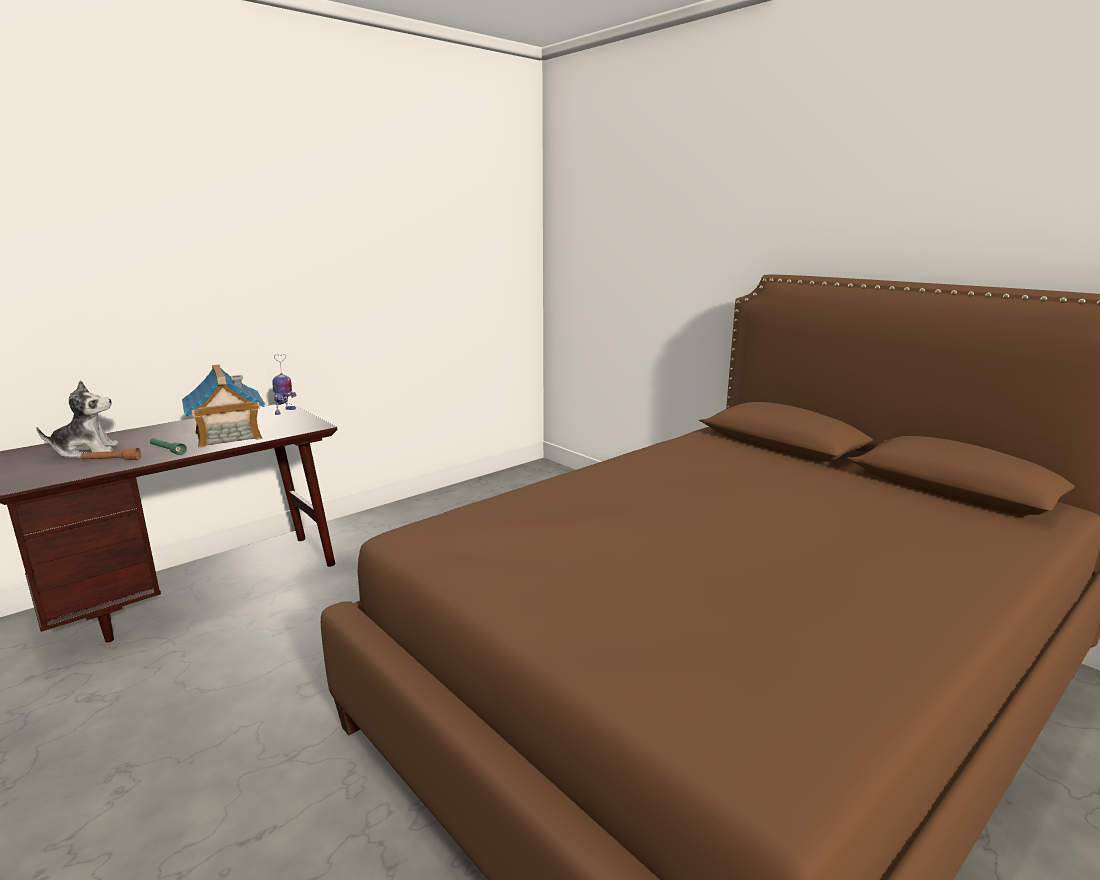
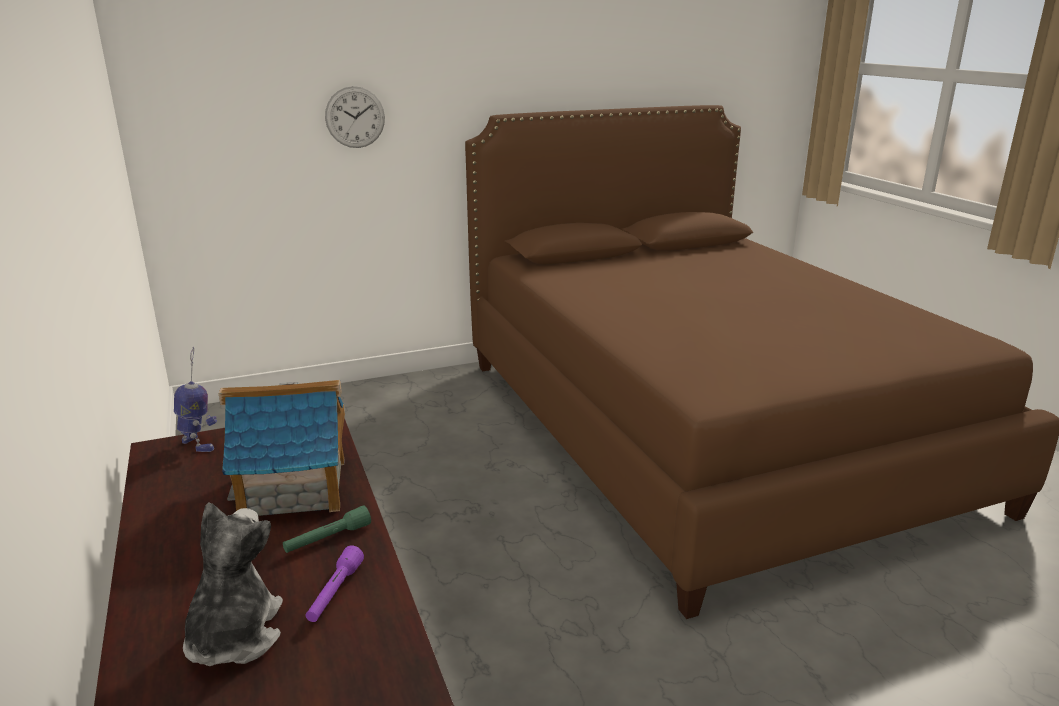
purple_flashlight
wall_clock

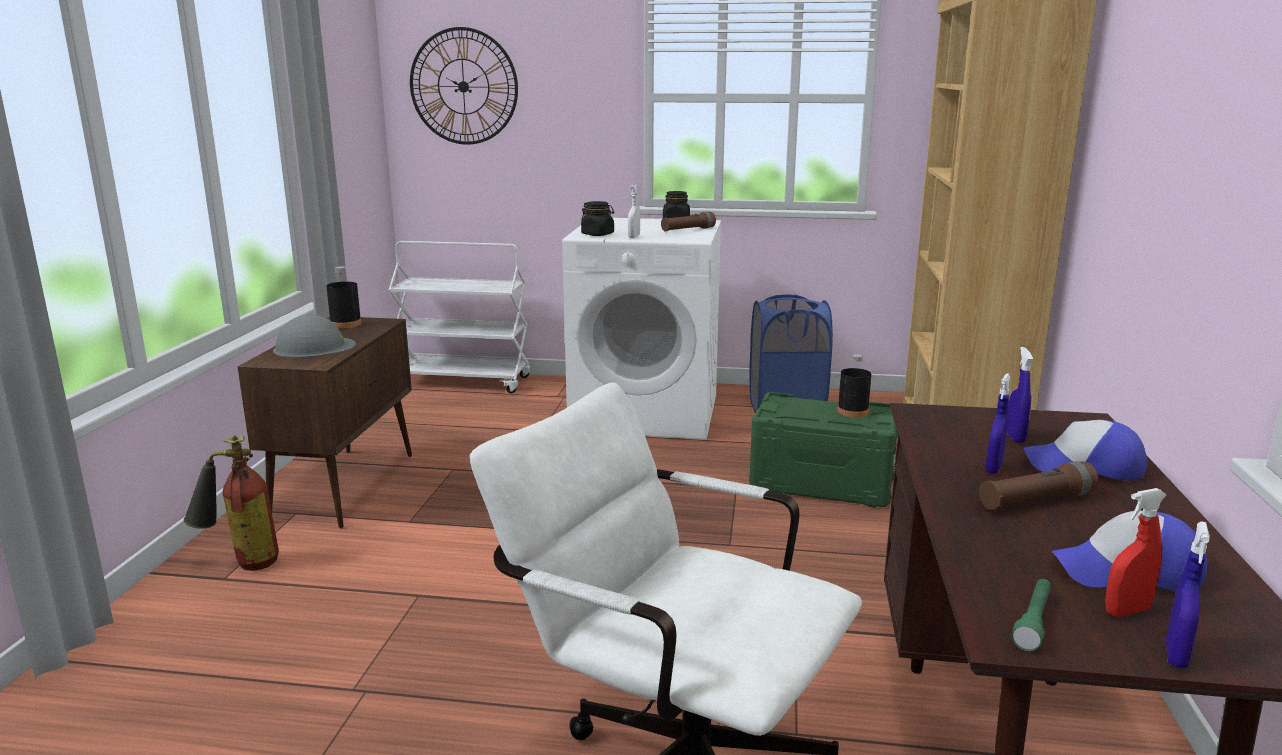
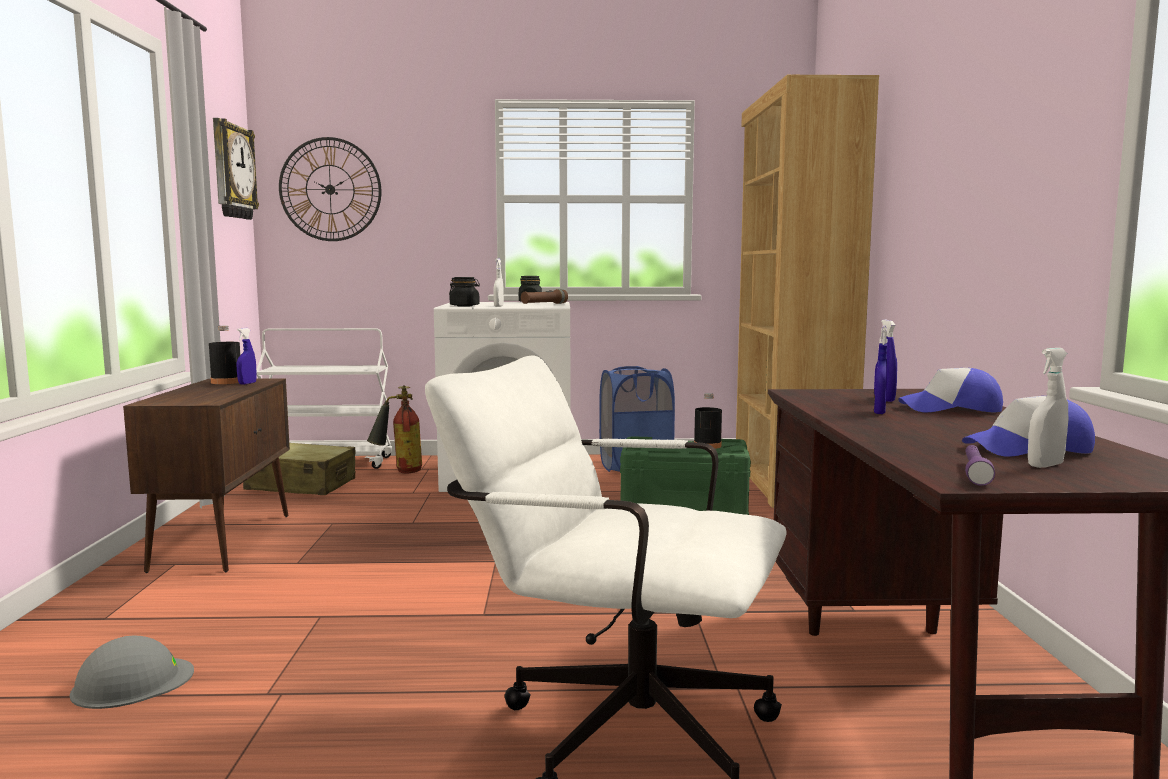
fire_extinguisher
grey_hard_hat
brown_flashlight (2nd from left in the first image)
purple_flashlight
white_spray_bottle (2nd from left)
blue_spray_bottle (1st from left)
wall_clock (1st from left)
beige_suitcase

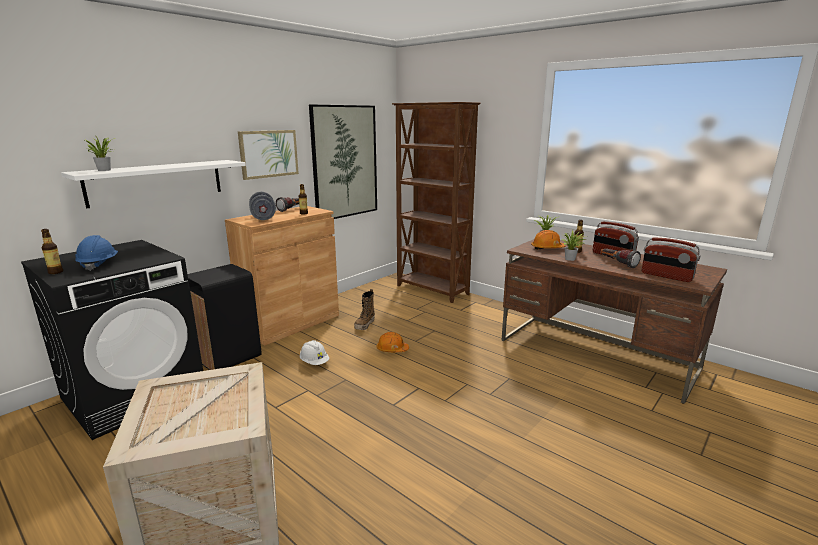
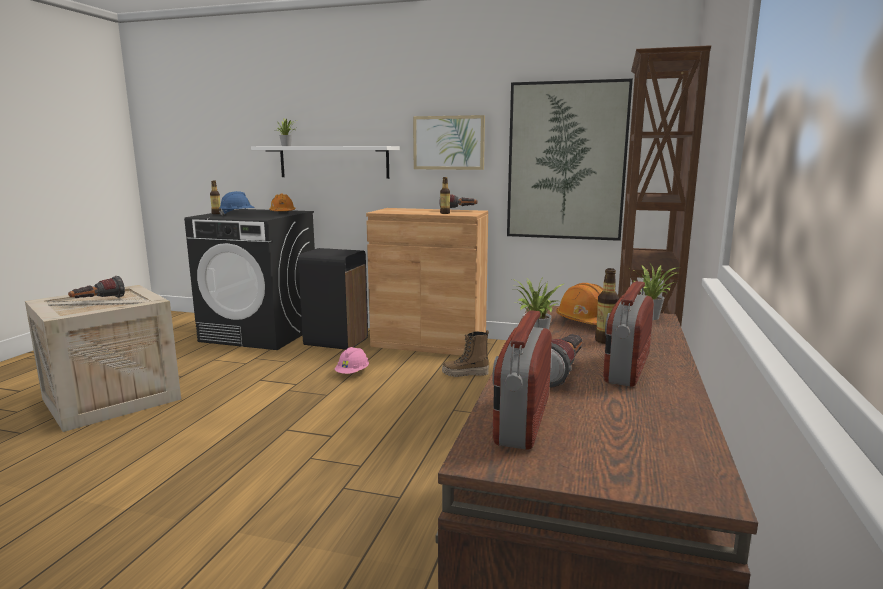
grey_dumbbell
pink_hard_hat
orange_hard_hat (1st from left)
flashlight (1st from left)

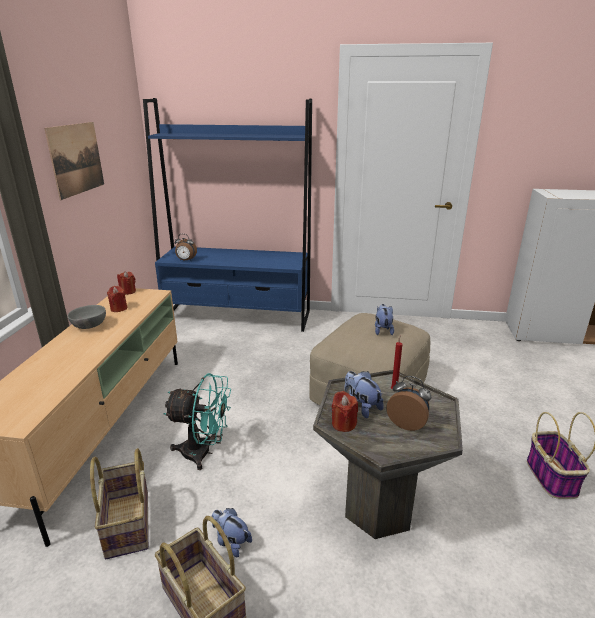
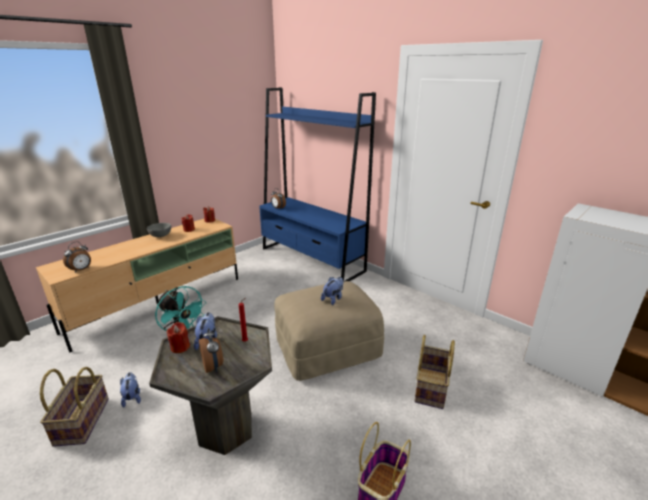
picture
basket (3rd from left)
alarm_clock (1st from left)

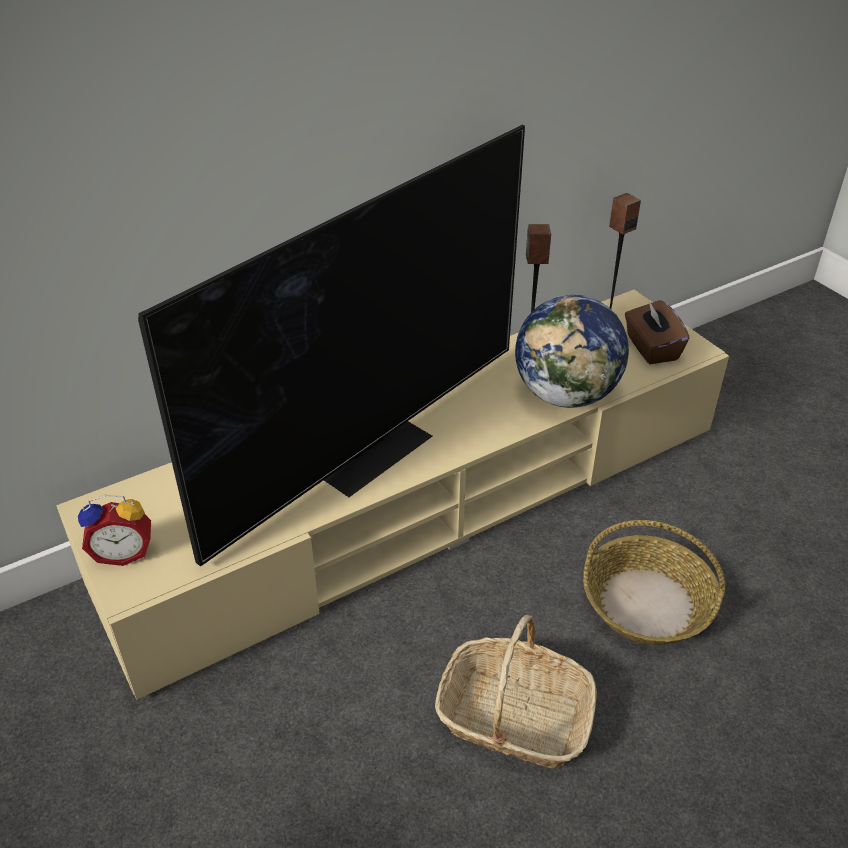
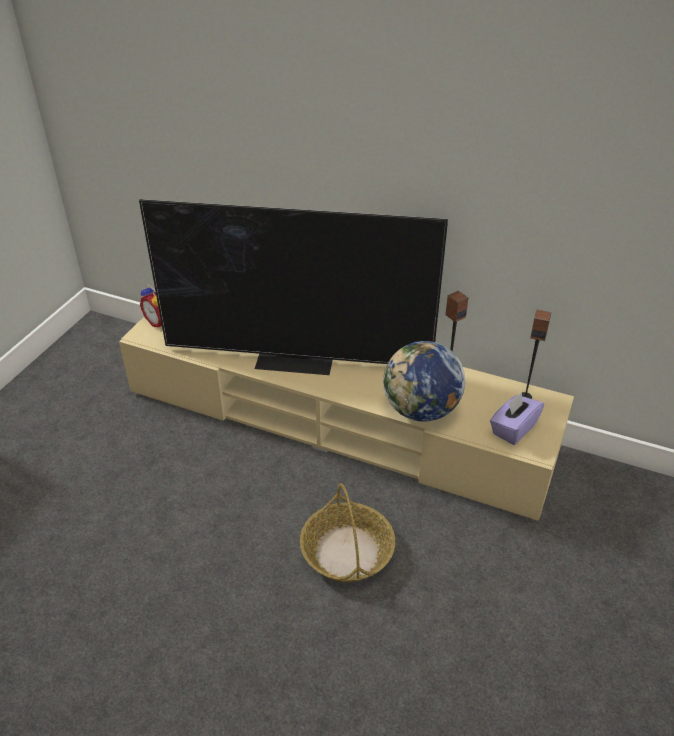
basket (1st from left in the first image)
purple_tissue_box

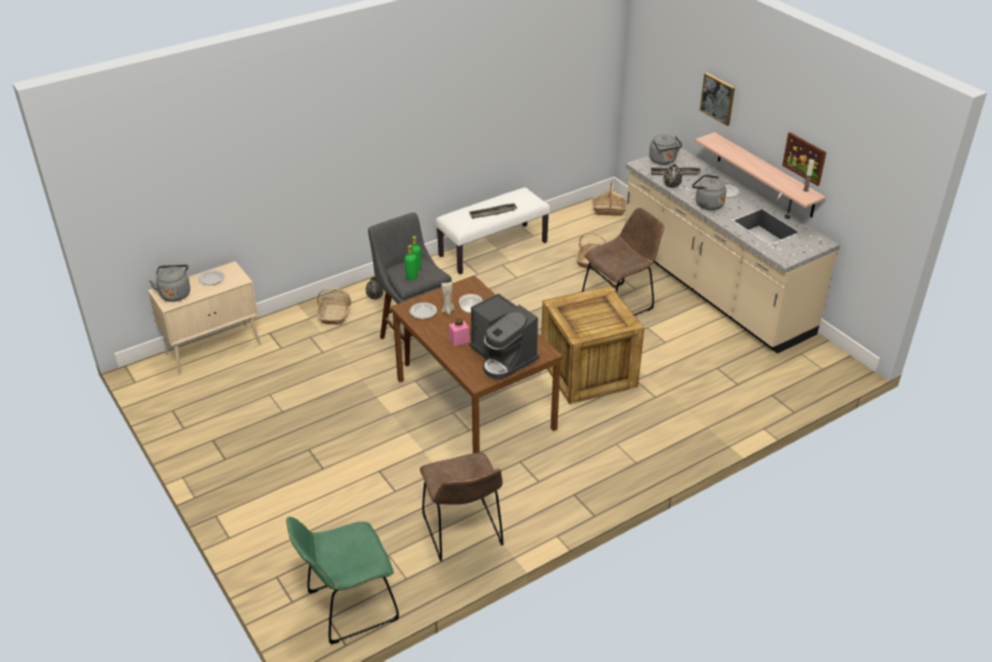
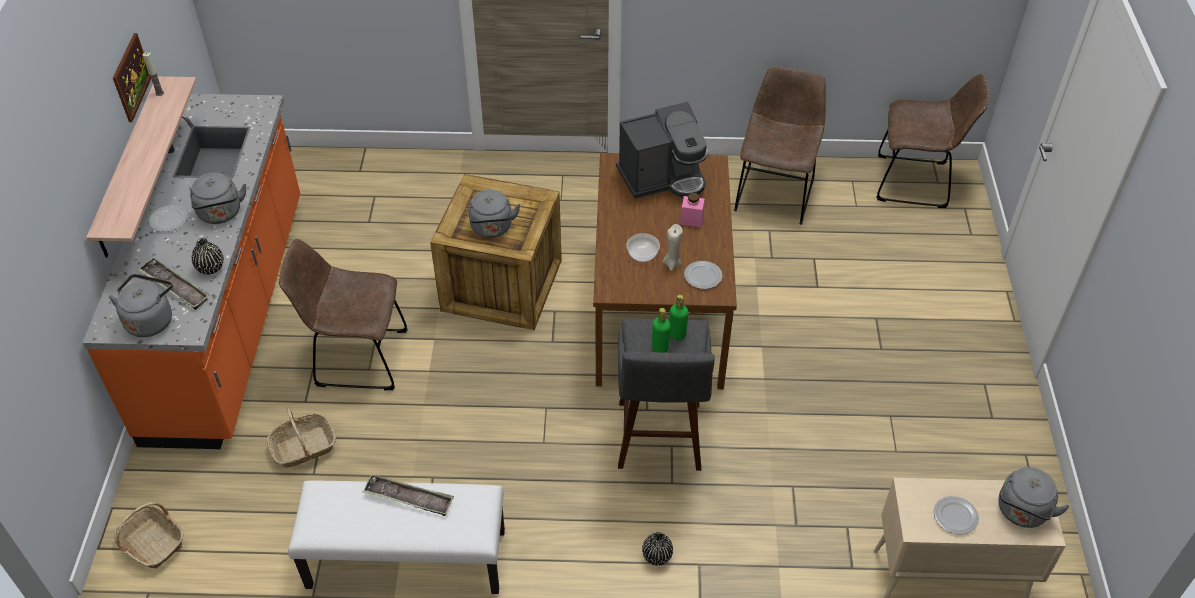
brown_chair (3rd from left)
basket (1st from left in the first image)
coffee_machine
orange_counter
picture (1st from left in the first image)
grey_kettle (3rd from left)

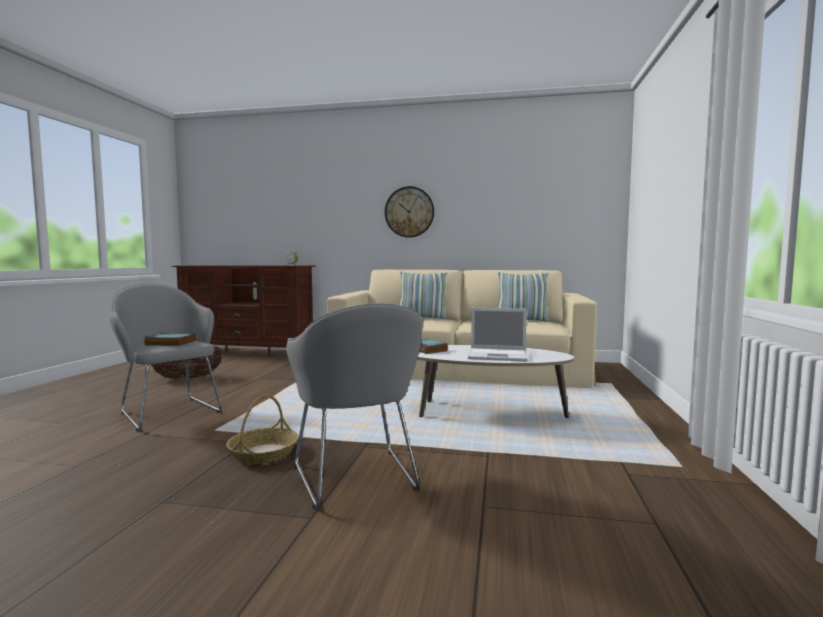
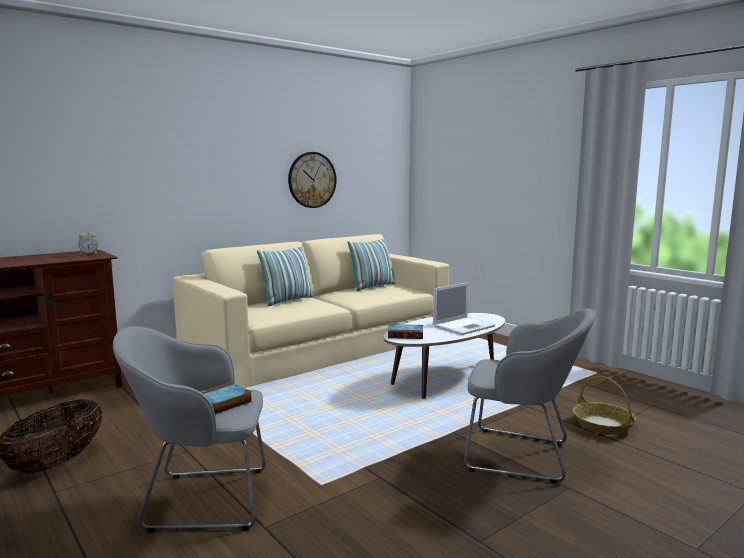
basket (2nd from left)
wall_clock

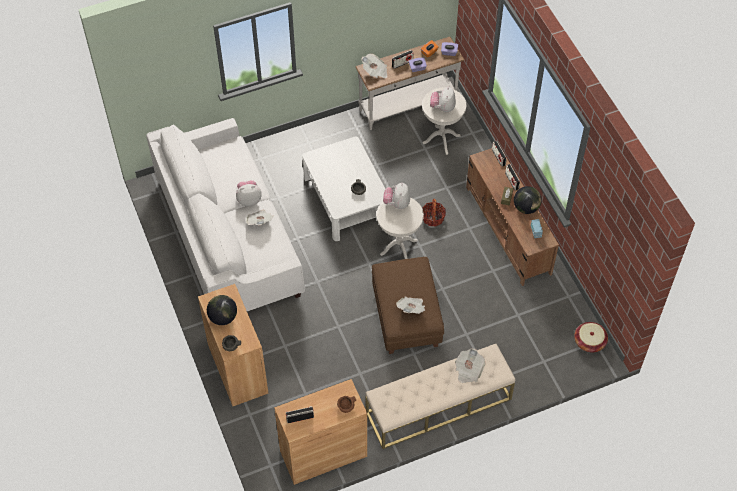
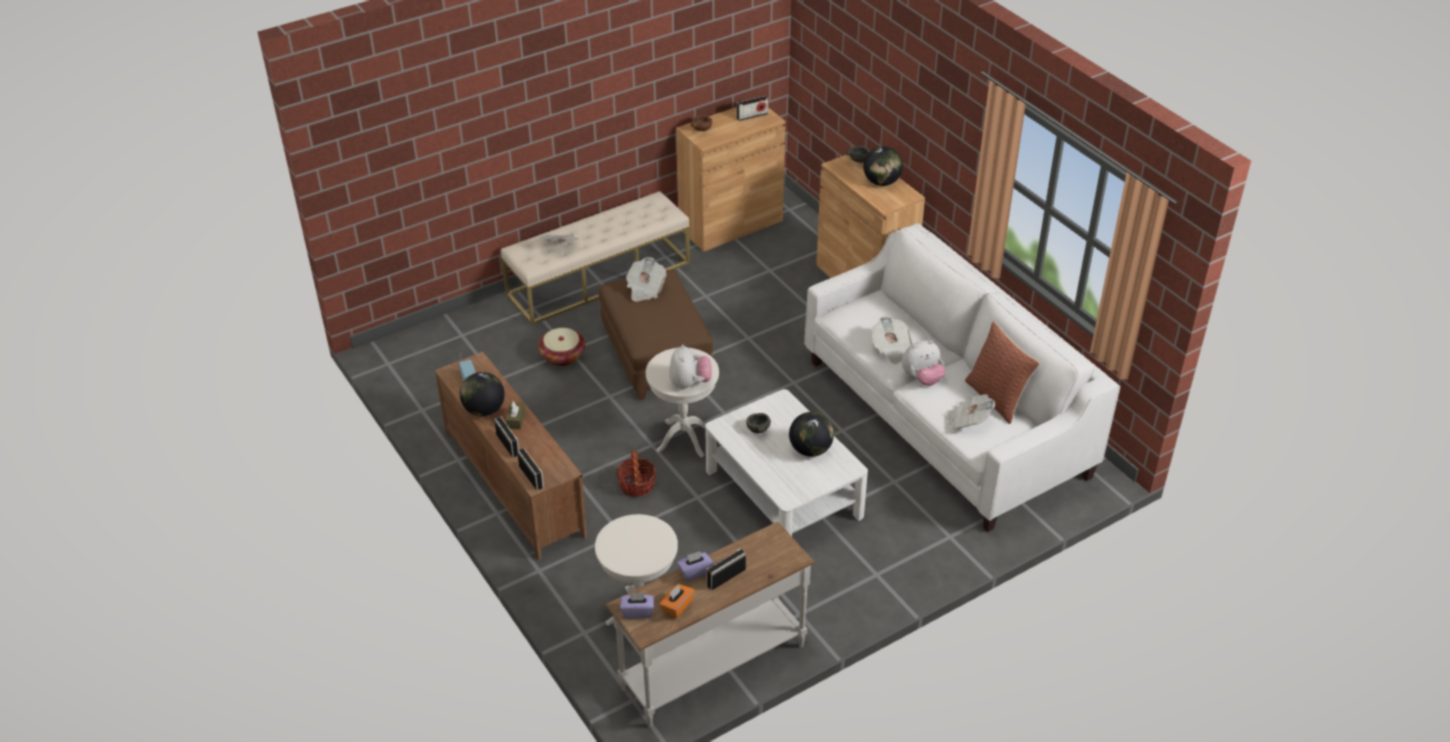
newspaper (4th from left)
plush_toy (3rd from left in the first image)
basket (1st from left)
globe (2nd from left)
pillow

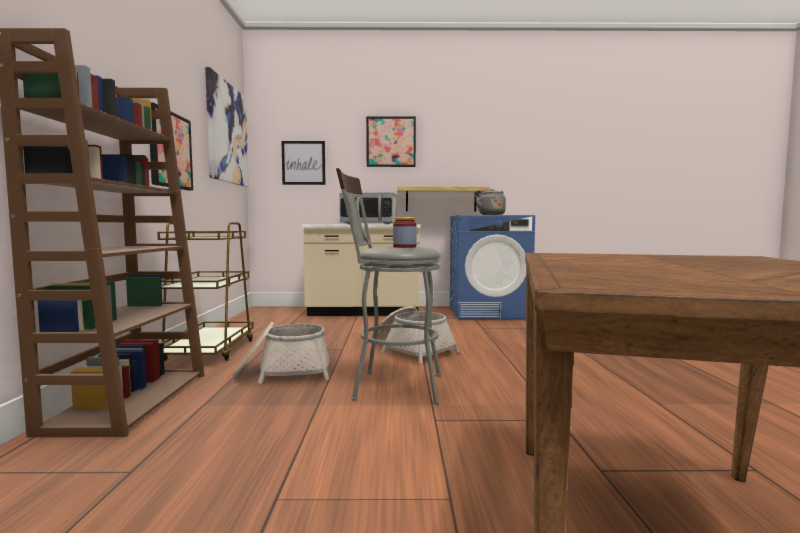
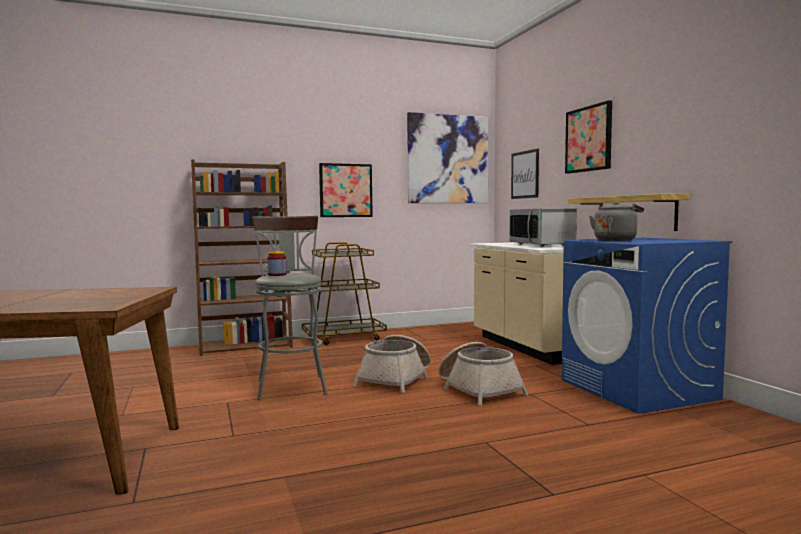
basket (2nd from left)

